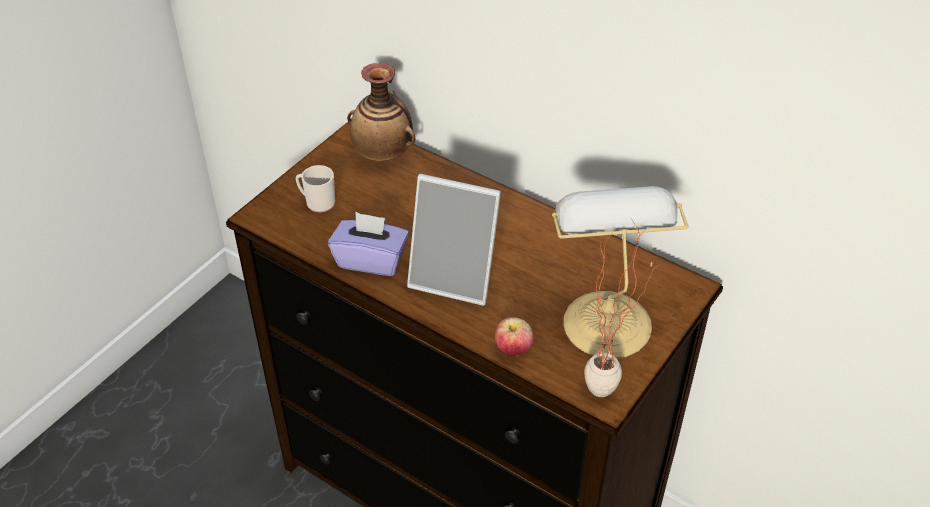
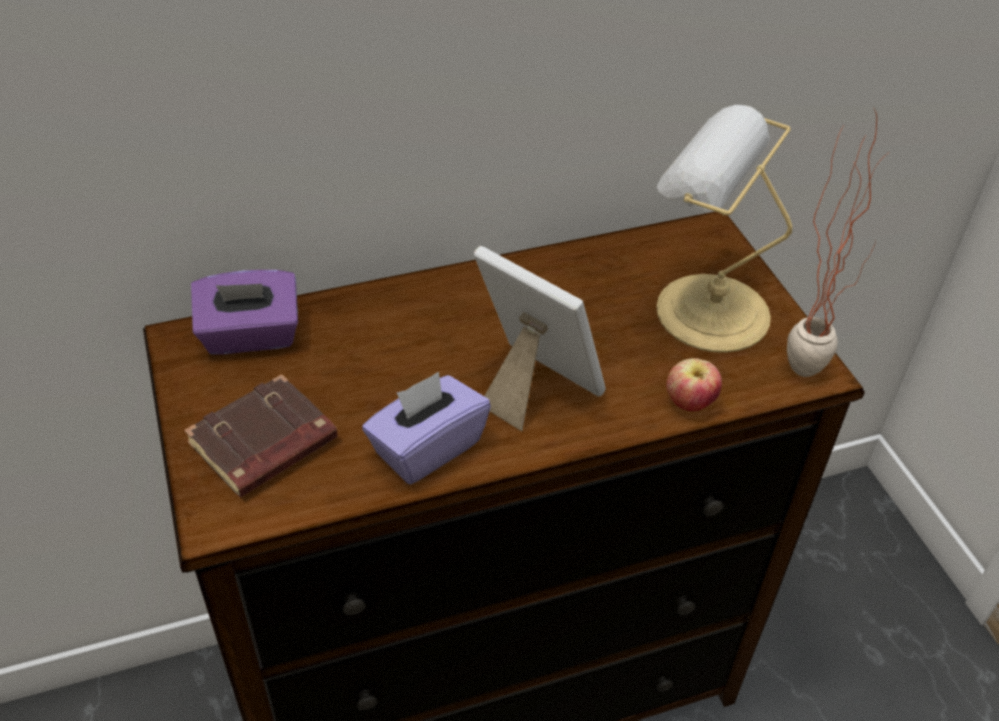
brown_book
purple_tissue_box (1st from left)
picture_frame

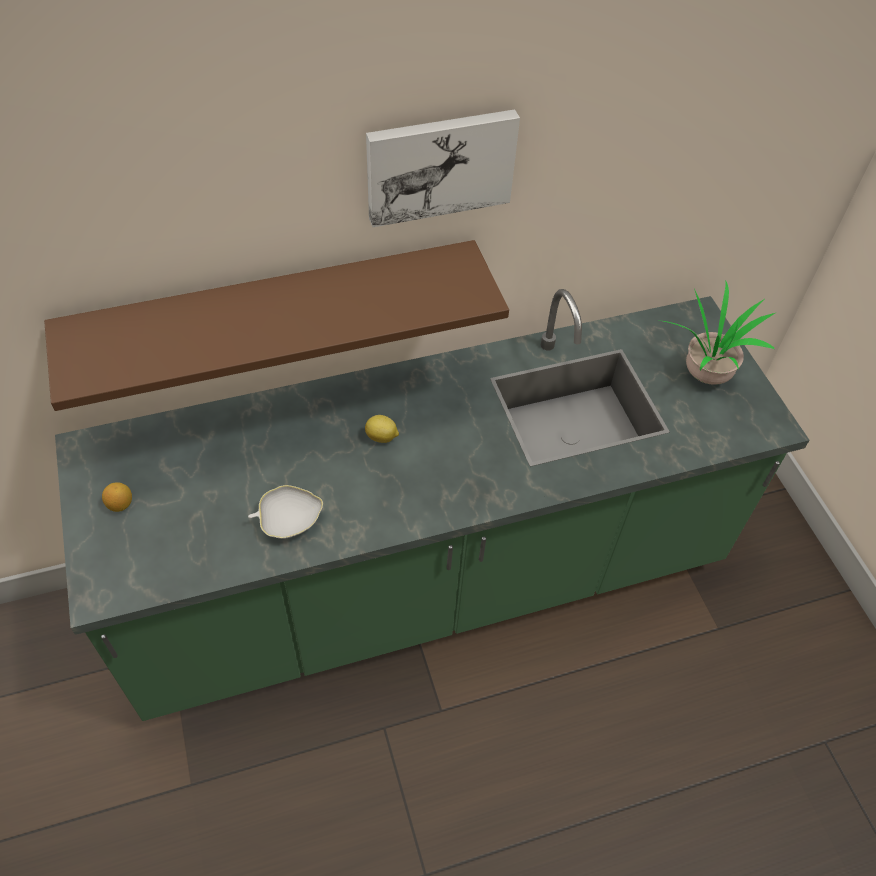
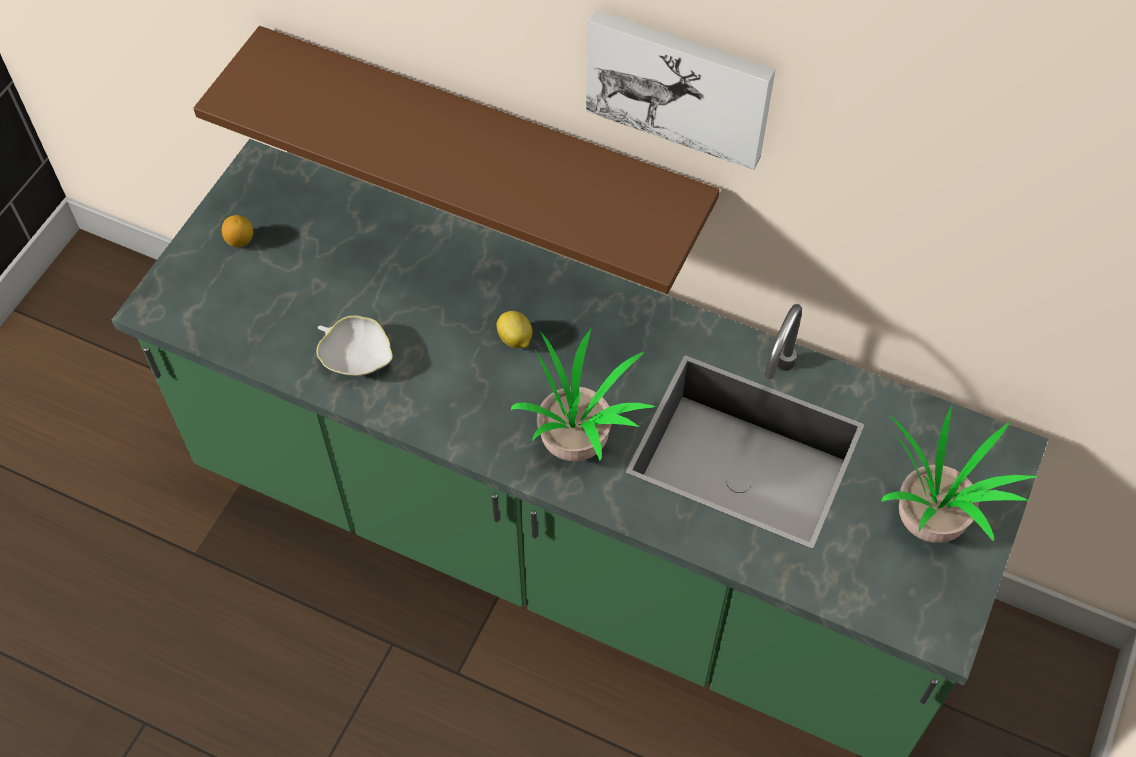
potted_plant (1st from left)

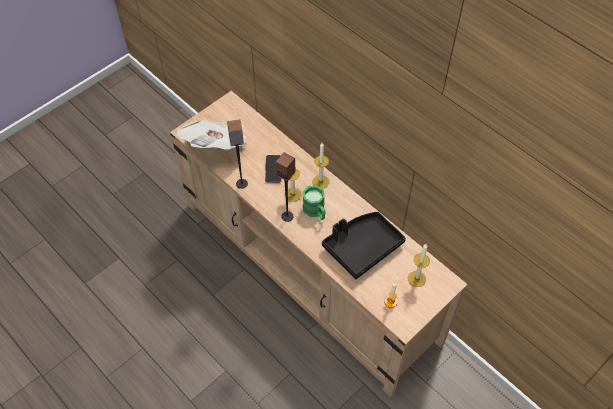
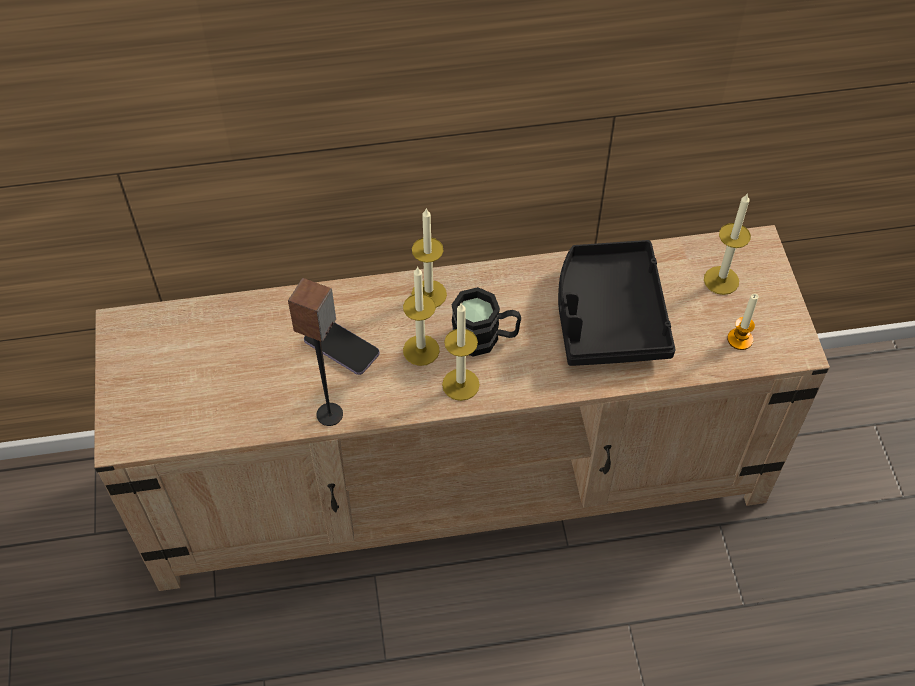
newspaper
candle (3rd from left)
black_mug

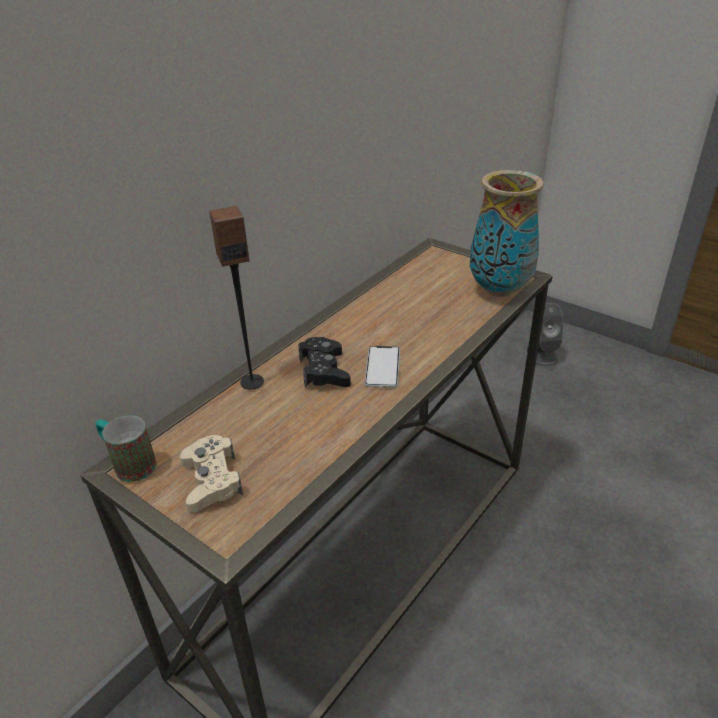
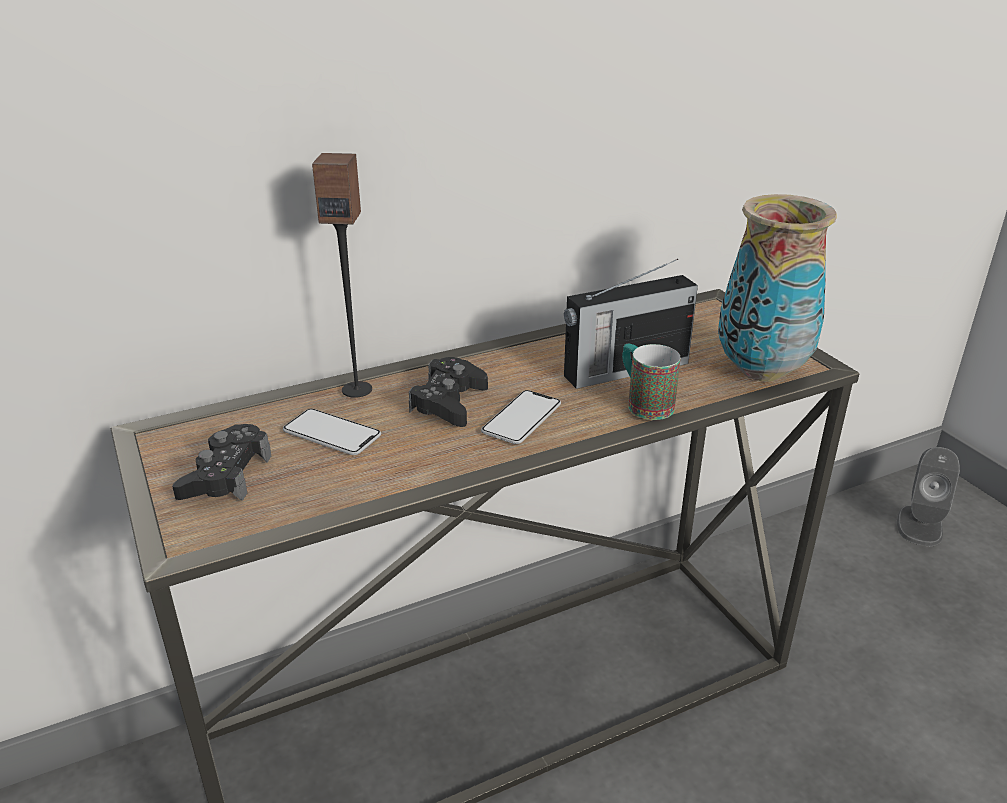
mug
black_game_controller (1st from left)
phone (1st from left)
radio

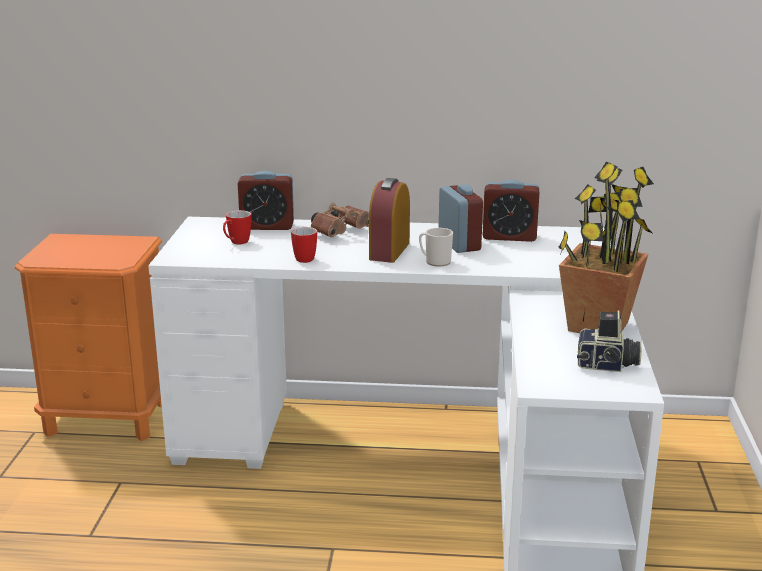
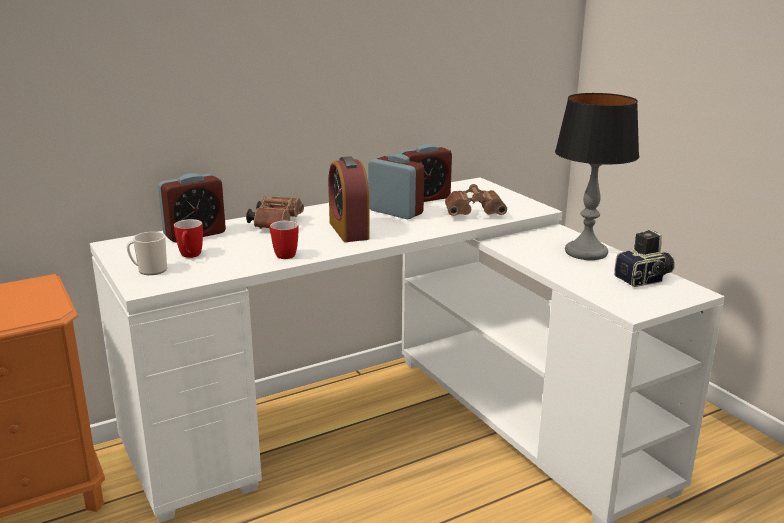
mug (1st from left)
table_lamp
brown_binoculars (2nd from left)

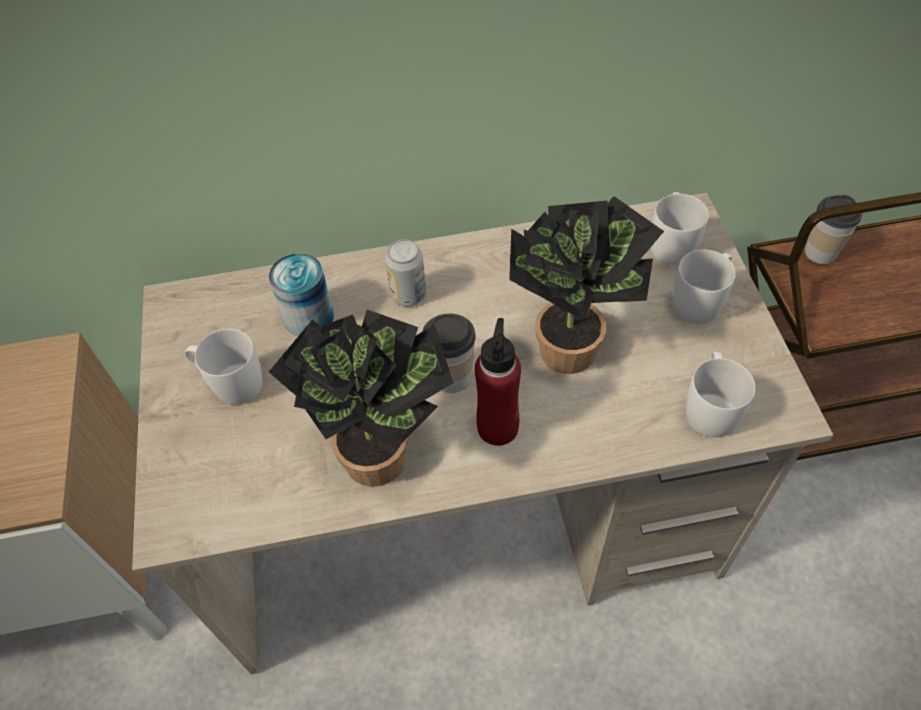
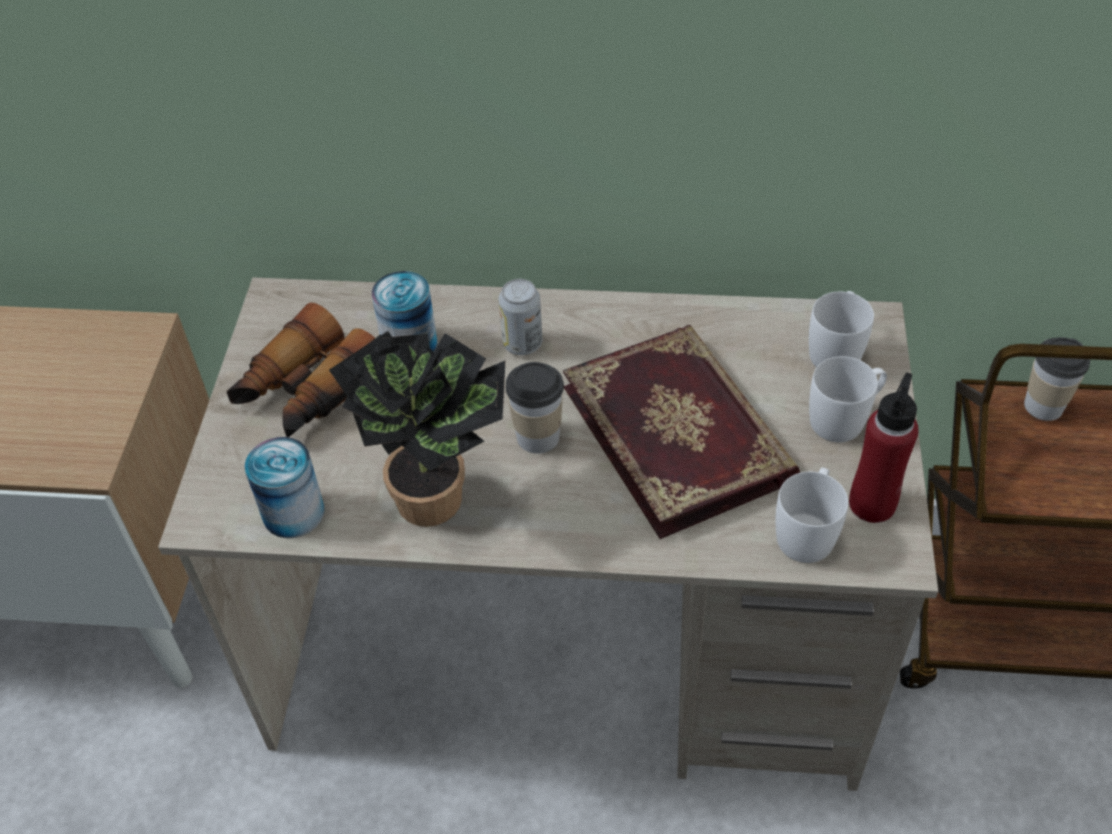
binoculars
red_bottle
book
can (1st from left)

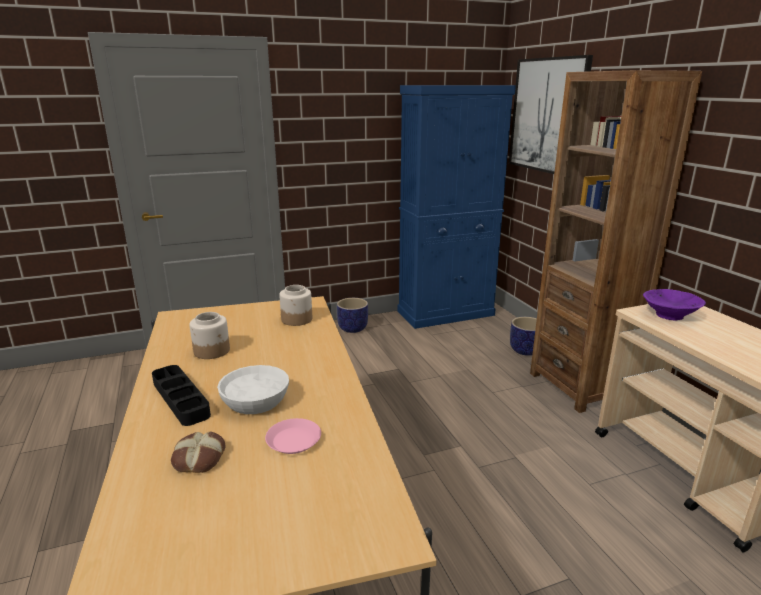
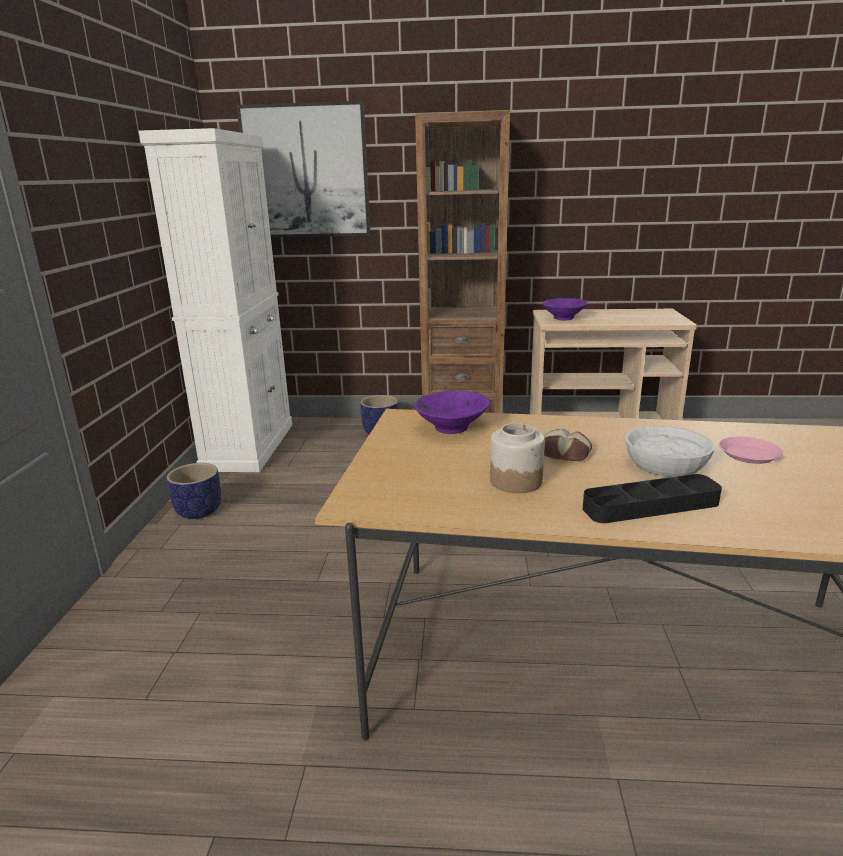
bread
purple_bowl (1st from left)
white_cabinet

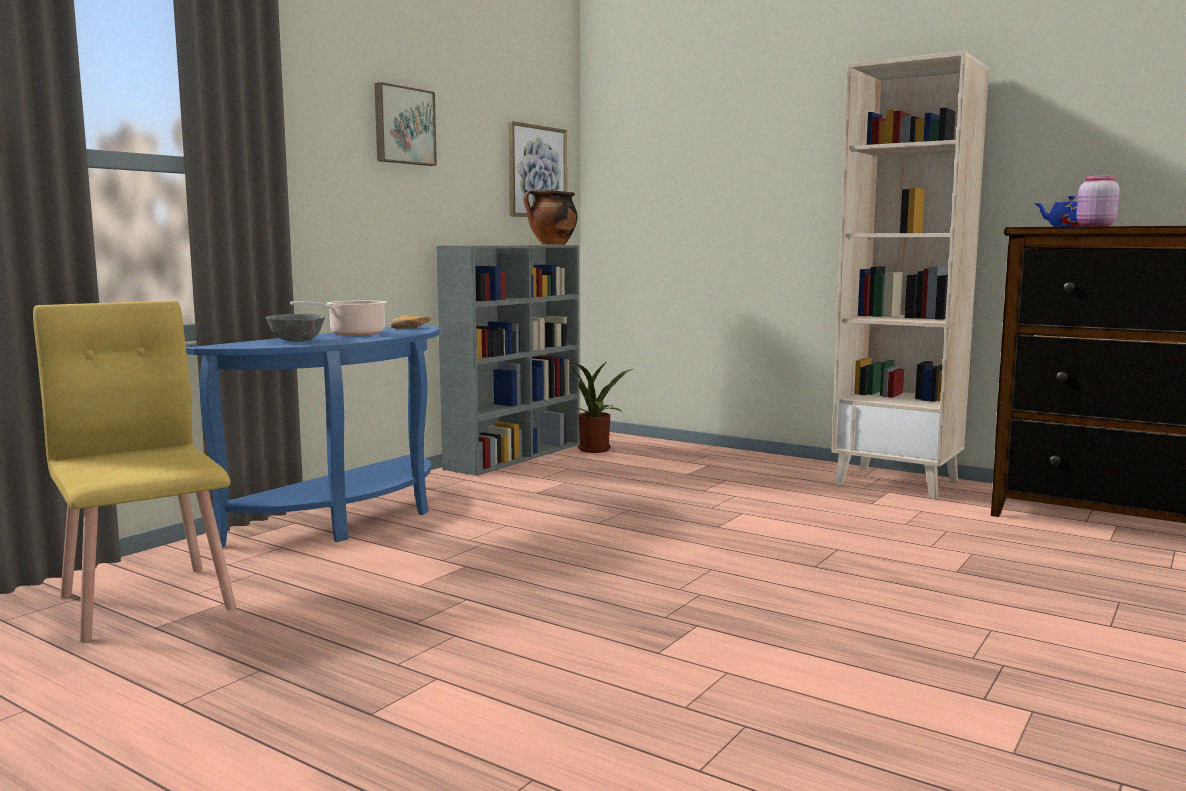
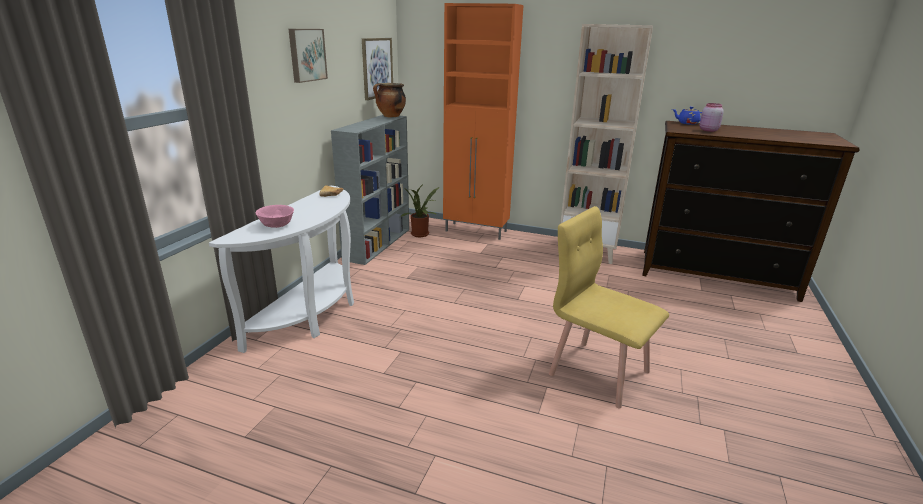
yellow_chair
white_console_table
pink_bowl
cooking_pot (1st from left in the first image)
orange_cabinet

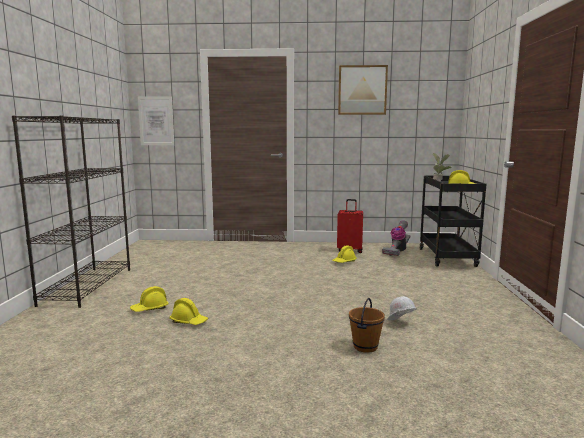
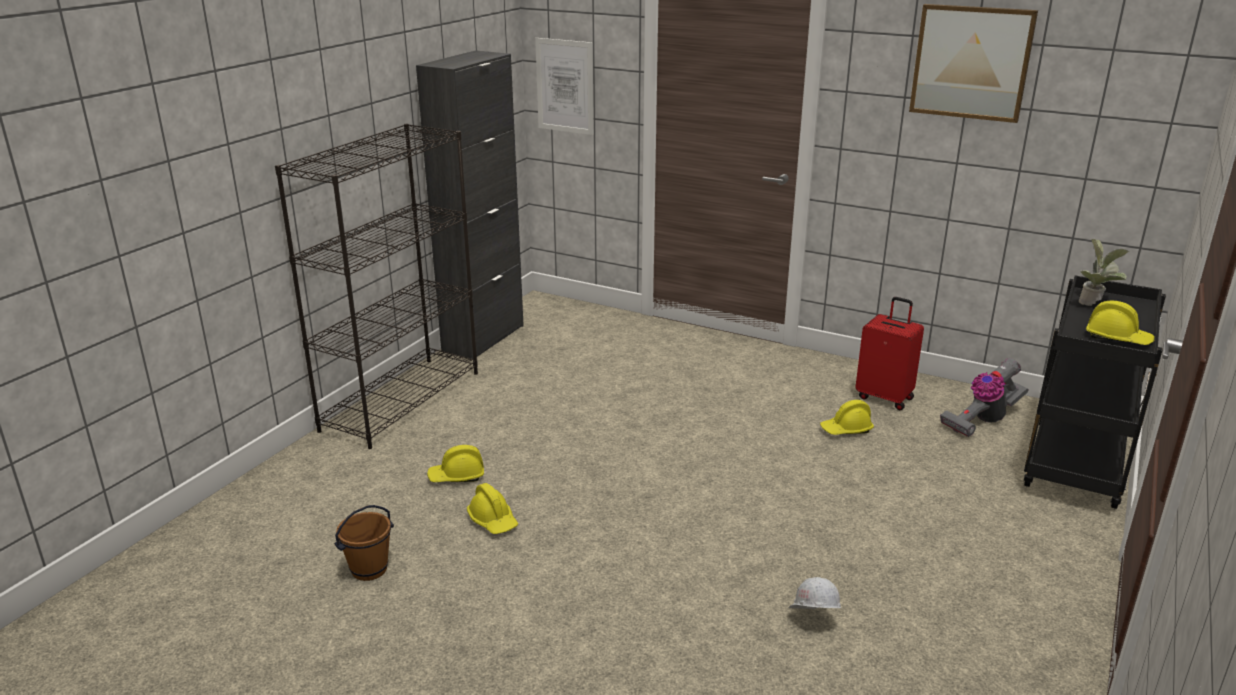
brown_bucket
black_cabinet

